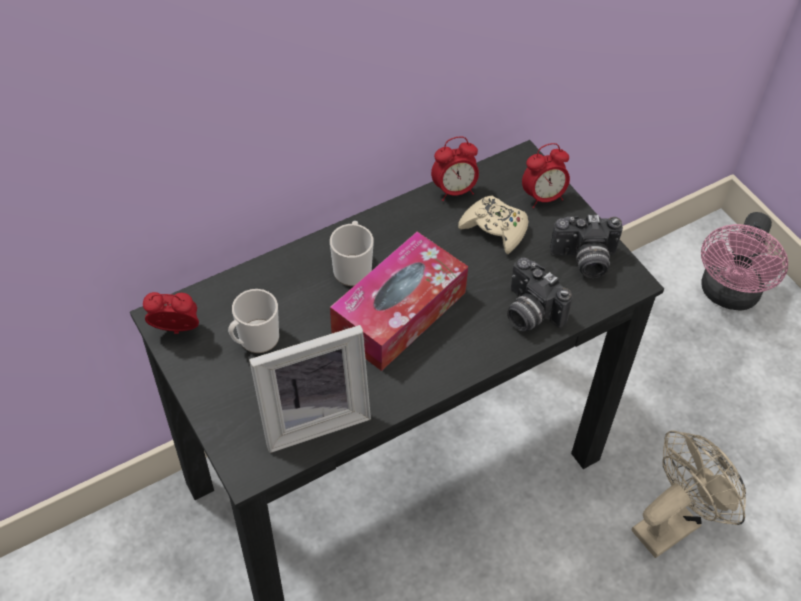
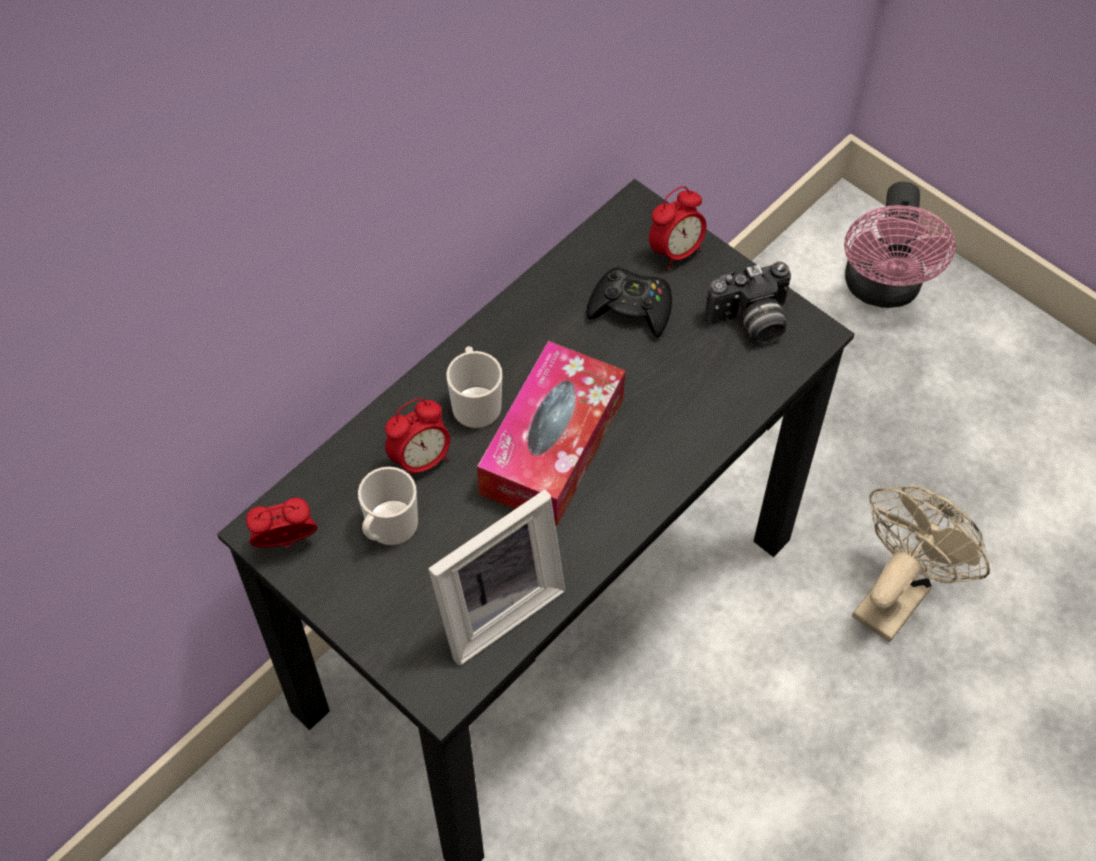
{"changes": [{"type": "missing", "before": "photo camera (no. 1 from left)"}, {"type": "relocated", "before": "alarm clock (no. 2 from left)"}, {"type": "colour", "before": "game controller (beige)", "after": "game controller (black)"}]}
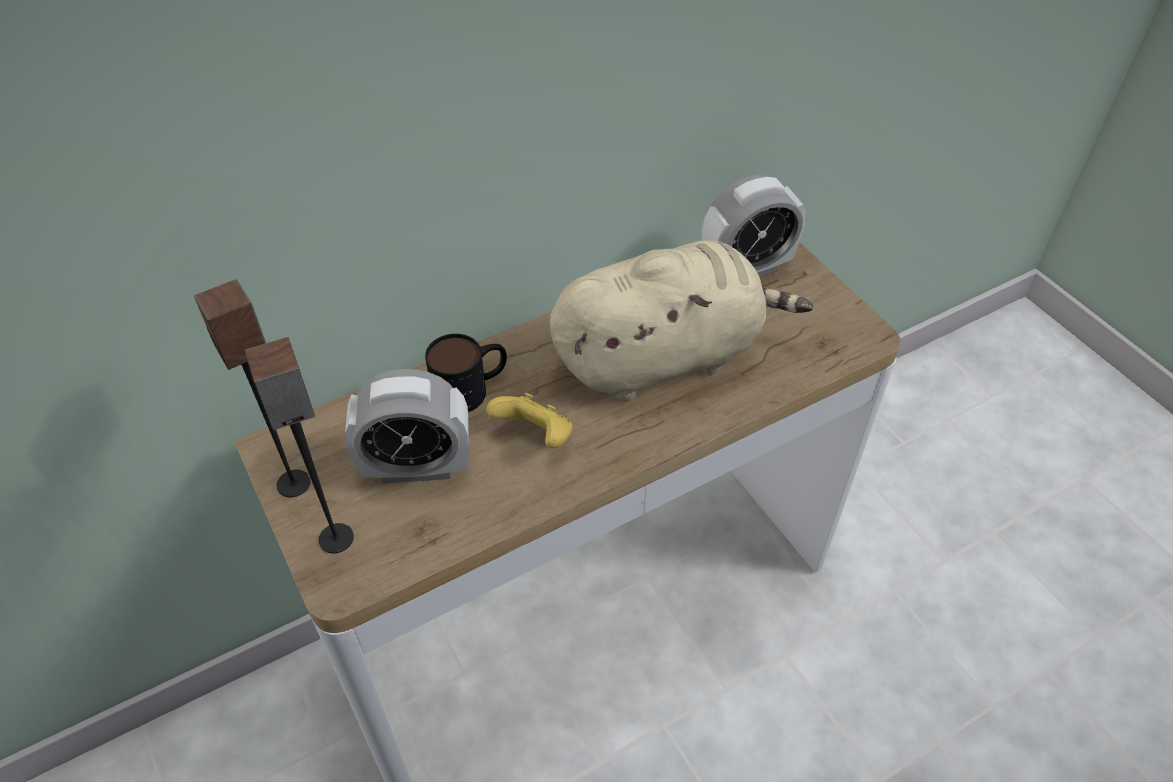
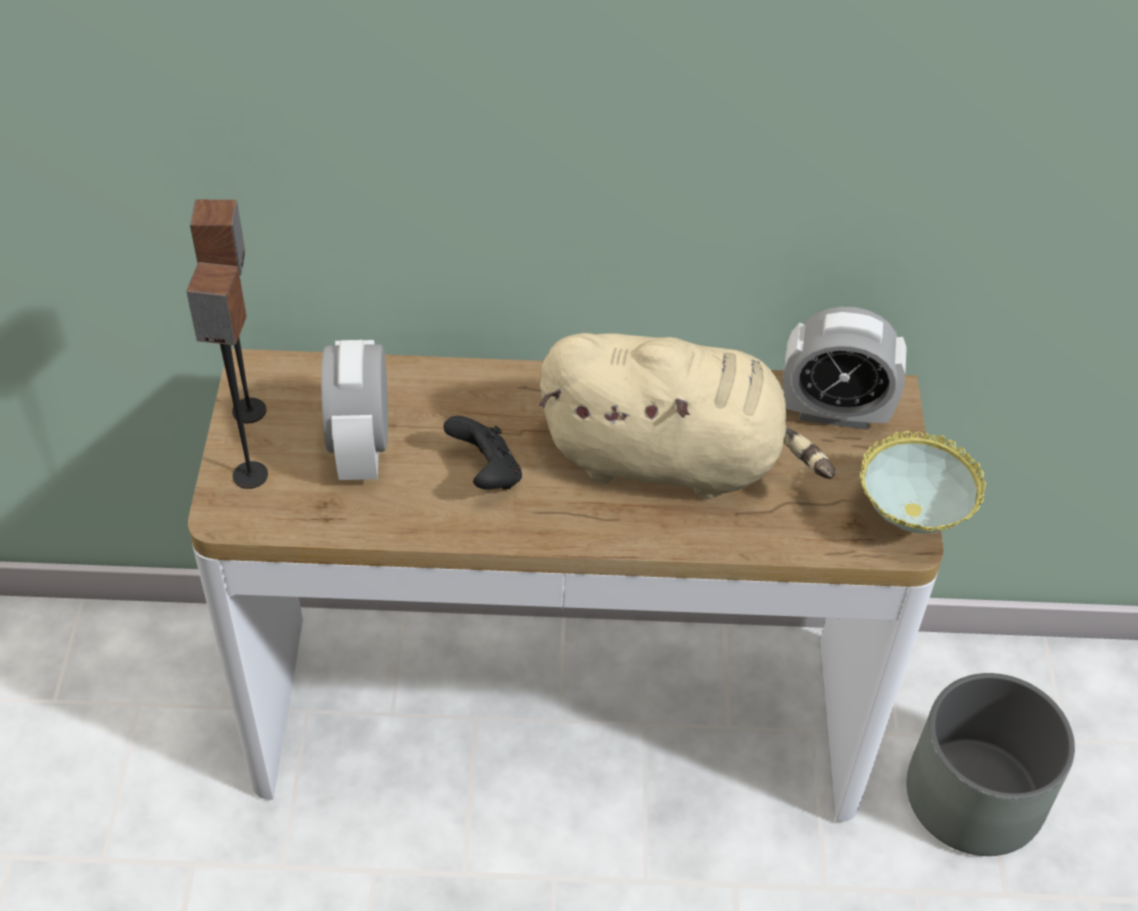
{"changes": [{"type": "missing", "before": "mug"}, {"type": "appeared", "after": "bowl"}, {"type": "appeared", "after": "planter (grey)"}, {"type": "colour", "before": "game controller (yellow)", "after": "game controller (black)"}, {"type": "spun", "before": "alarm clock (no. 1 from left)", "turn": 60}]}
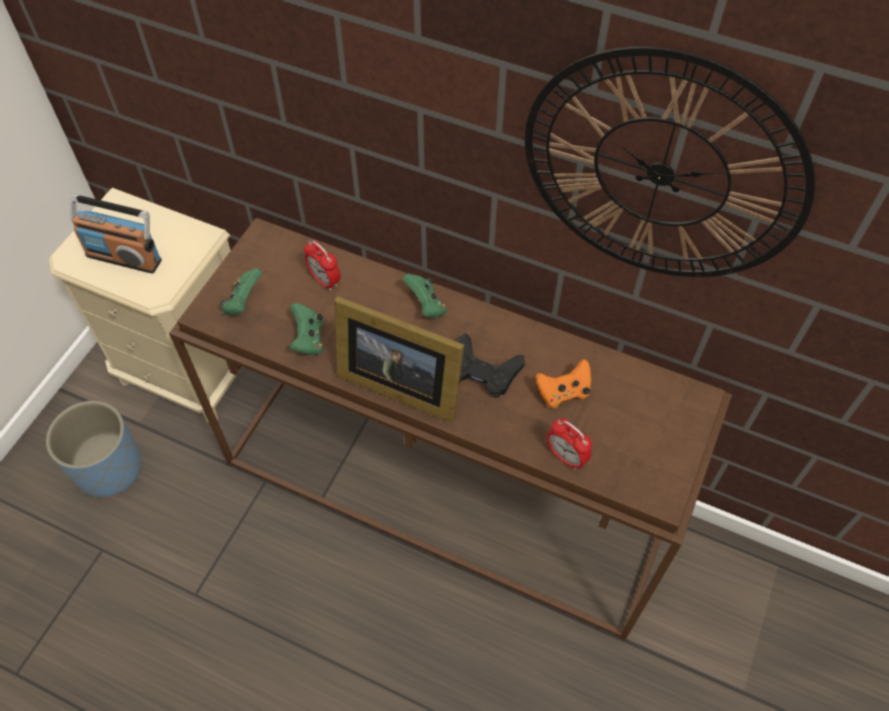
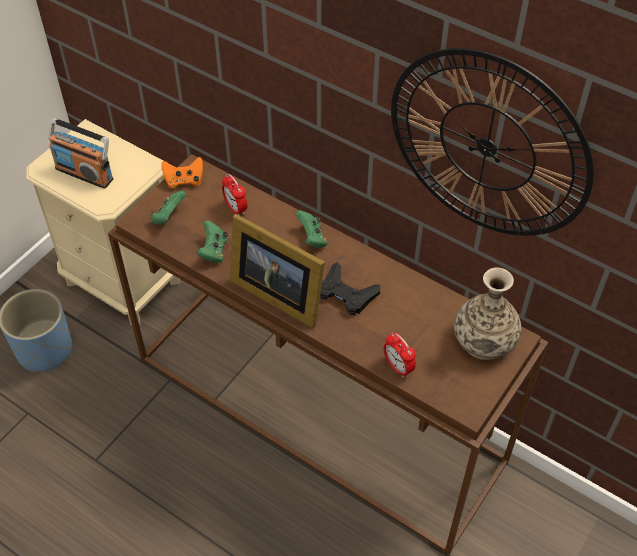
{"changes": [{"type": "appeared", "after": "vase"}, {"type": "relocated", "before": "game controller (orange)"}]}
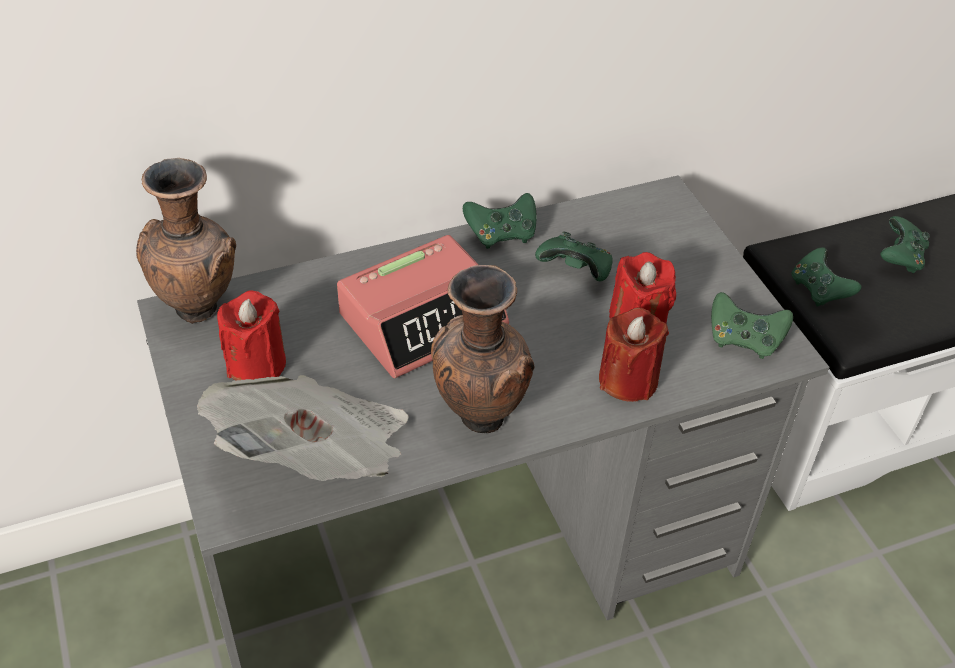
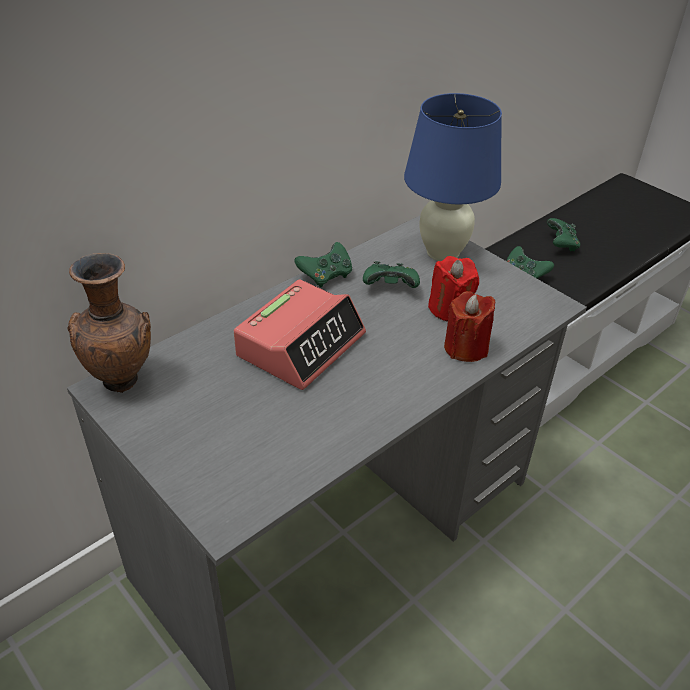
{"changes": [{"type": "missing", "before": "newspaper"}, {"type": "missing", "before": "candle (red) (no. 1 from left)"}, {"type": "missing", "before": "vase (brown) (no. 2 from left)"}, {"type": "missing", "before": "game controller (green) (no. 3 from left)"}, {"type": "appeared", "after": "table lamp (blue)"}]}
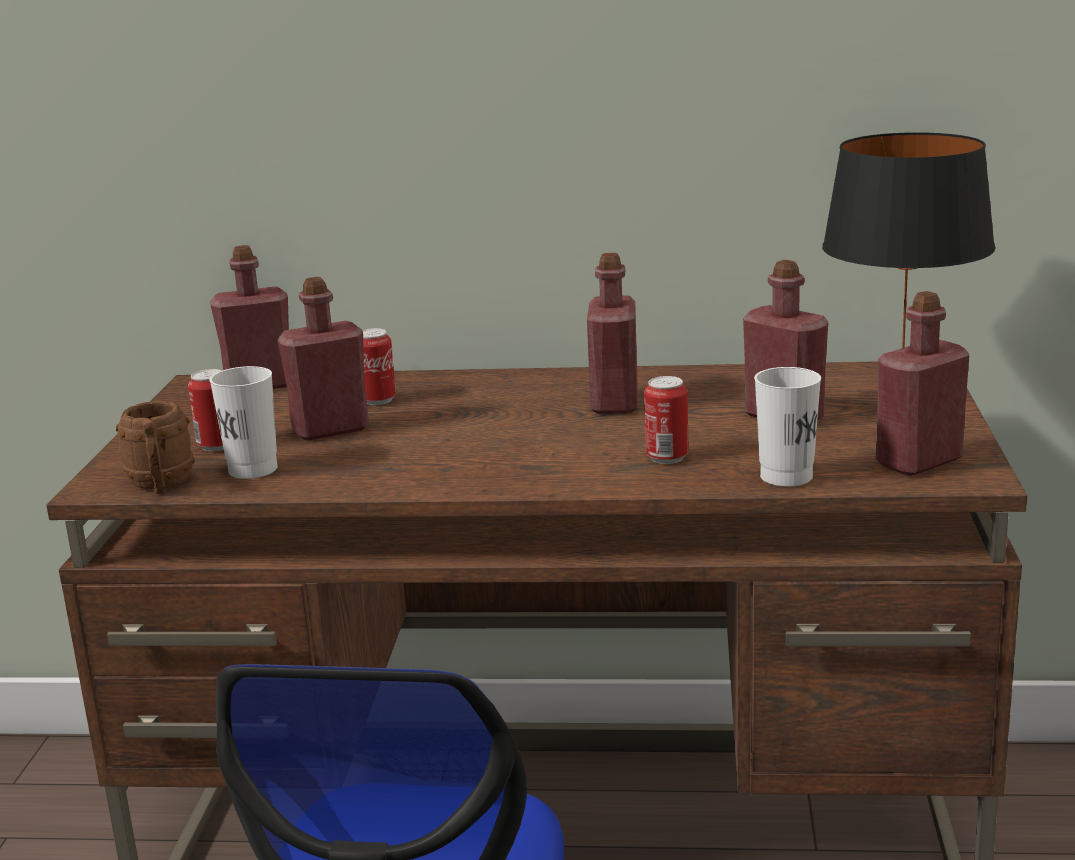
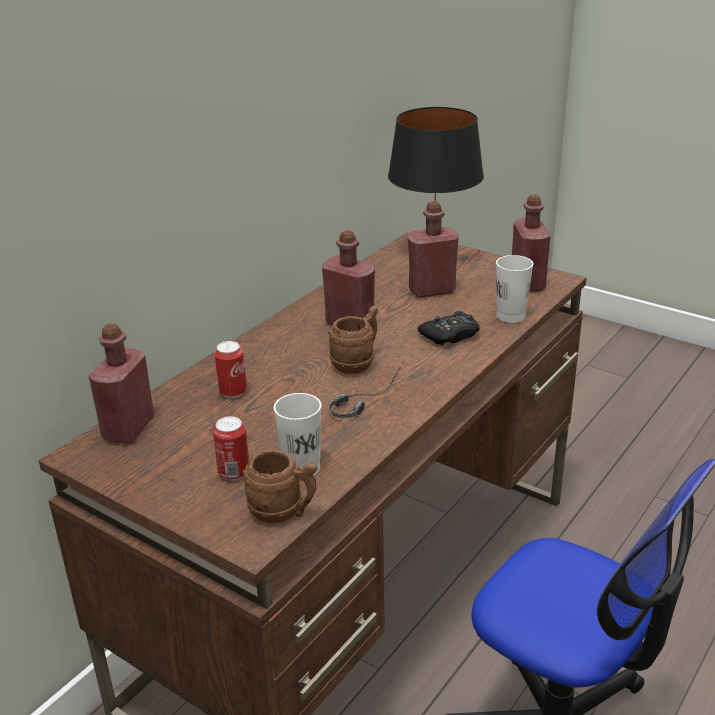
{"changes": [{"type": "missing", "before": "bottle (red) (no. 2 from left)"}, {"type": "appeared", "after": "mug (brown) (no. 2 from left)"}, {"type": "appeared", "after": "headphones"}, {"type": "exchanged", "before": "can (no. 3 from left)", "after": "game controller (black)"}]}
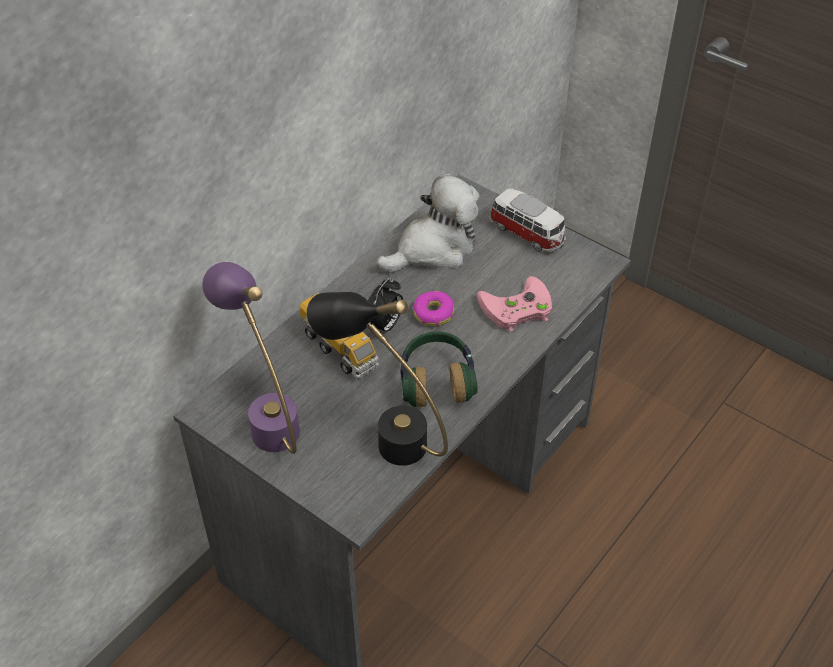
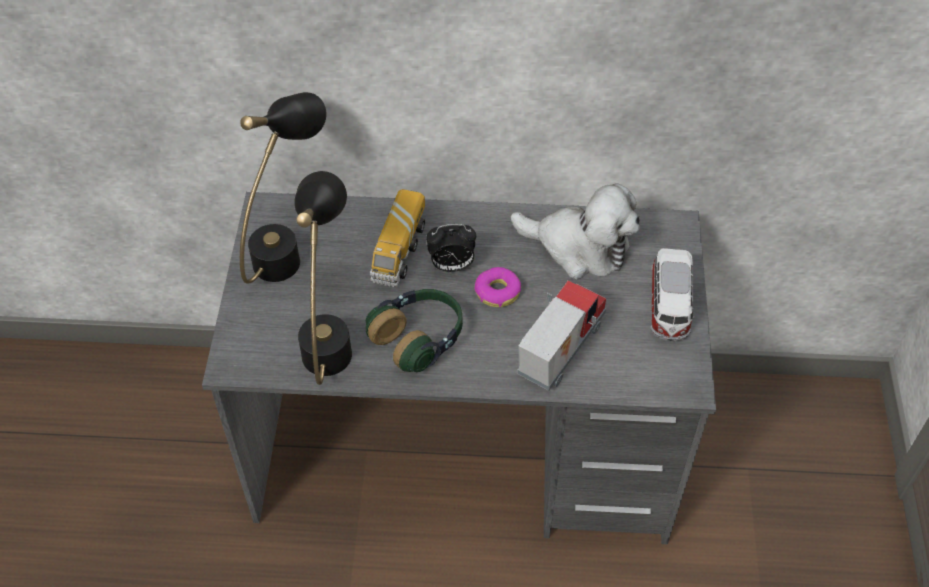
{"changes": [{"type": "exchanged", "before": "game controller (pink)", "after": "toy truck (no. 2 from left)"}, {"type": "colour", "before": "table lamp (purple)", "after": "table lamp (black) (no. 1 from left)"}]}
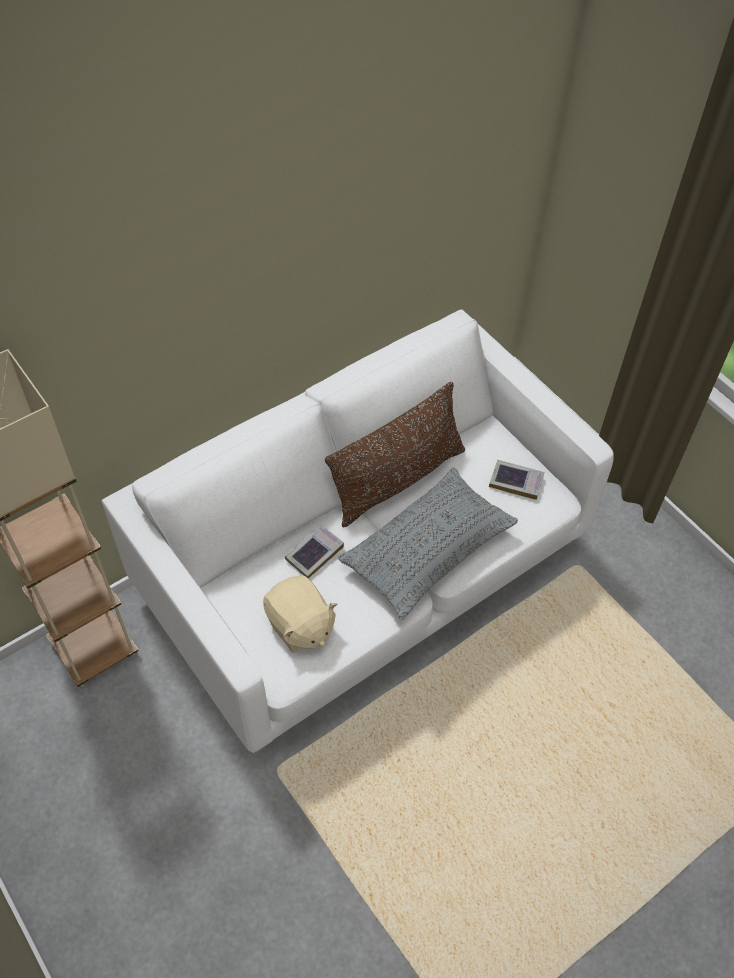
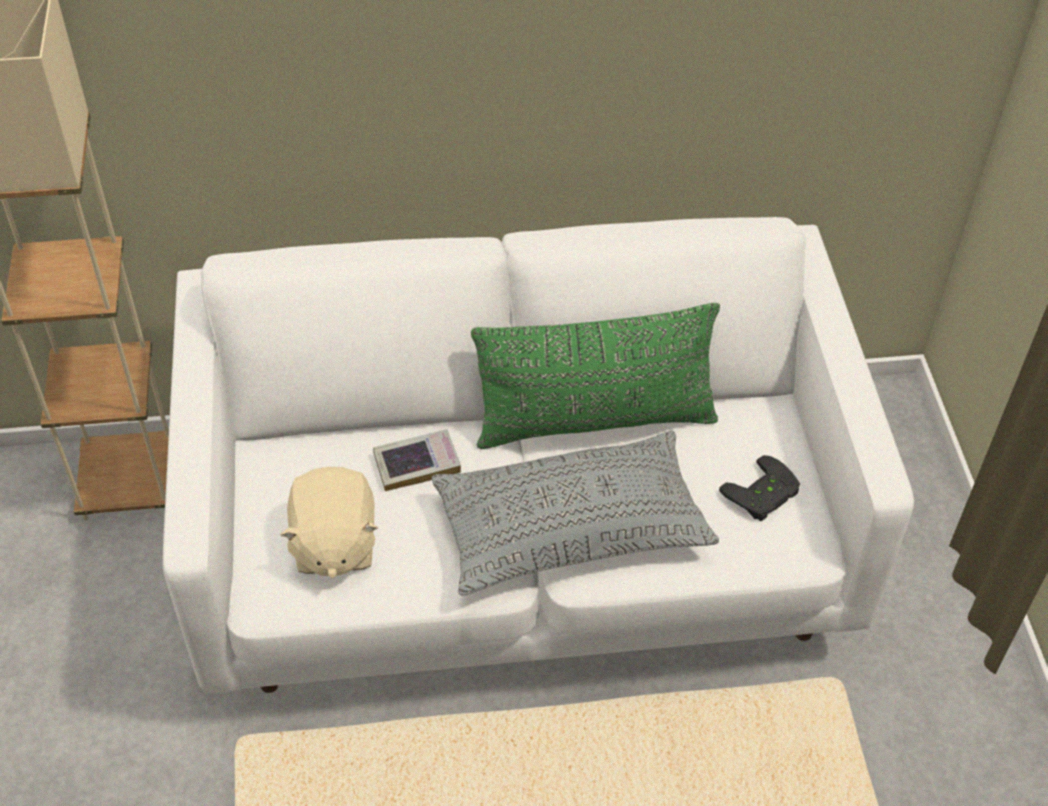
{"changes": [{"type": "exchanged", "before": "book (no. 2 from left)", "after": "game controller (black)"}, {"type": "colour", "before": "pillow (brown)", "after": "pillow (green)"}]}
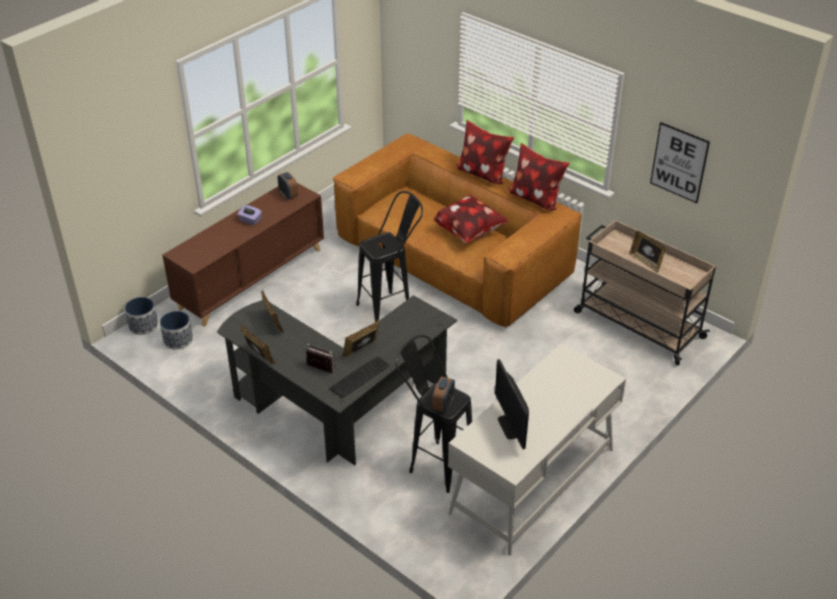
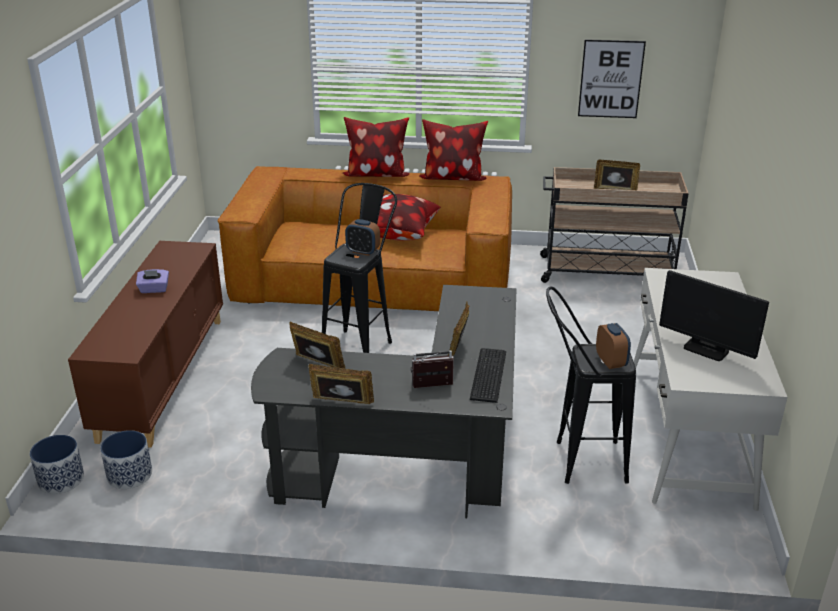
{"changes": [{"type": "relocated", "before": "alarm clock (no. 1 from left)"}]}
